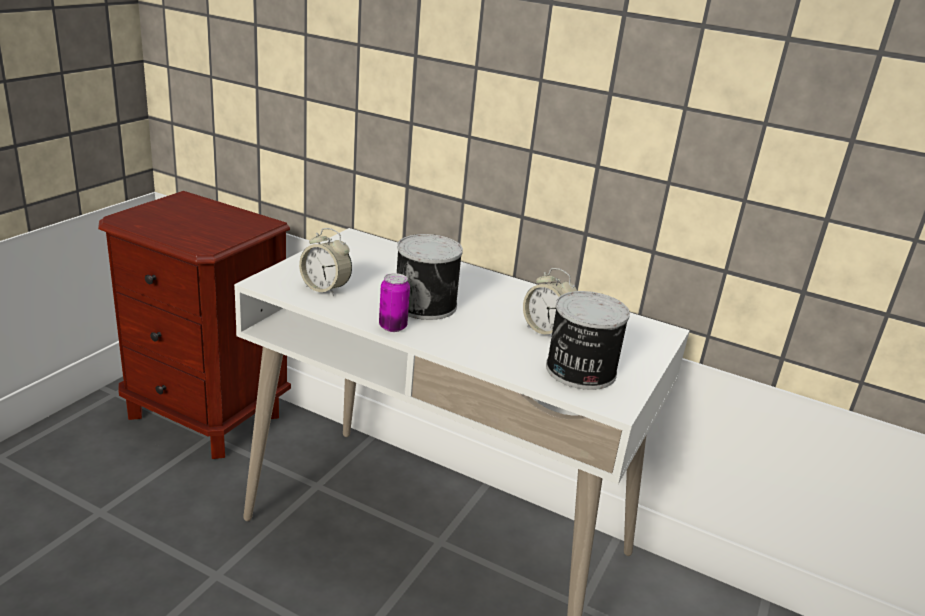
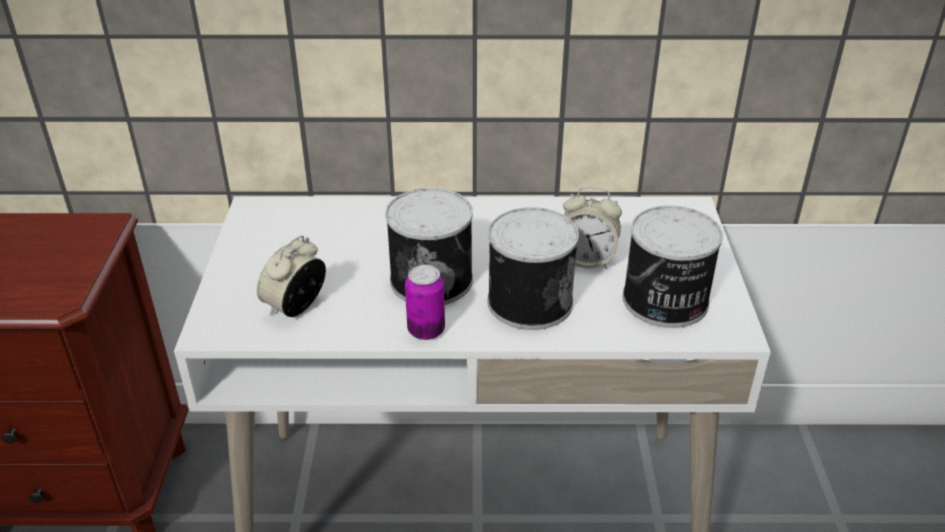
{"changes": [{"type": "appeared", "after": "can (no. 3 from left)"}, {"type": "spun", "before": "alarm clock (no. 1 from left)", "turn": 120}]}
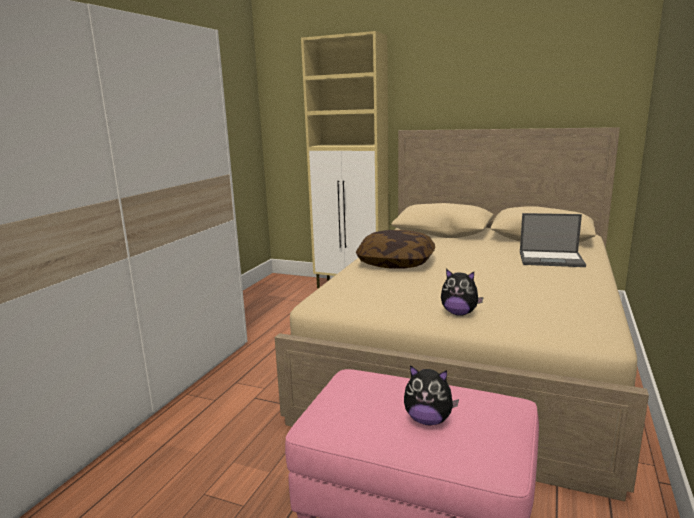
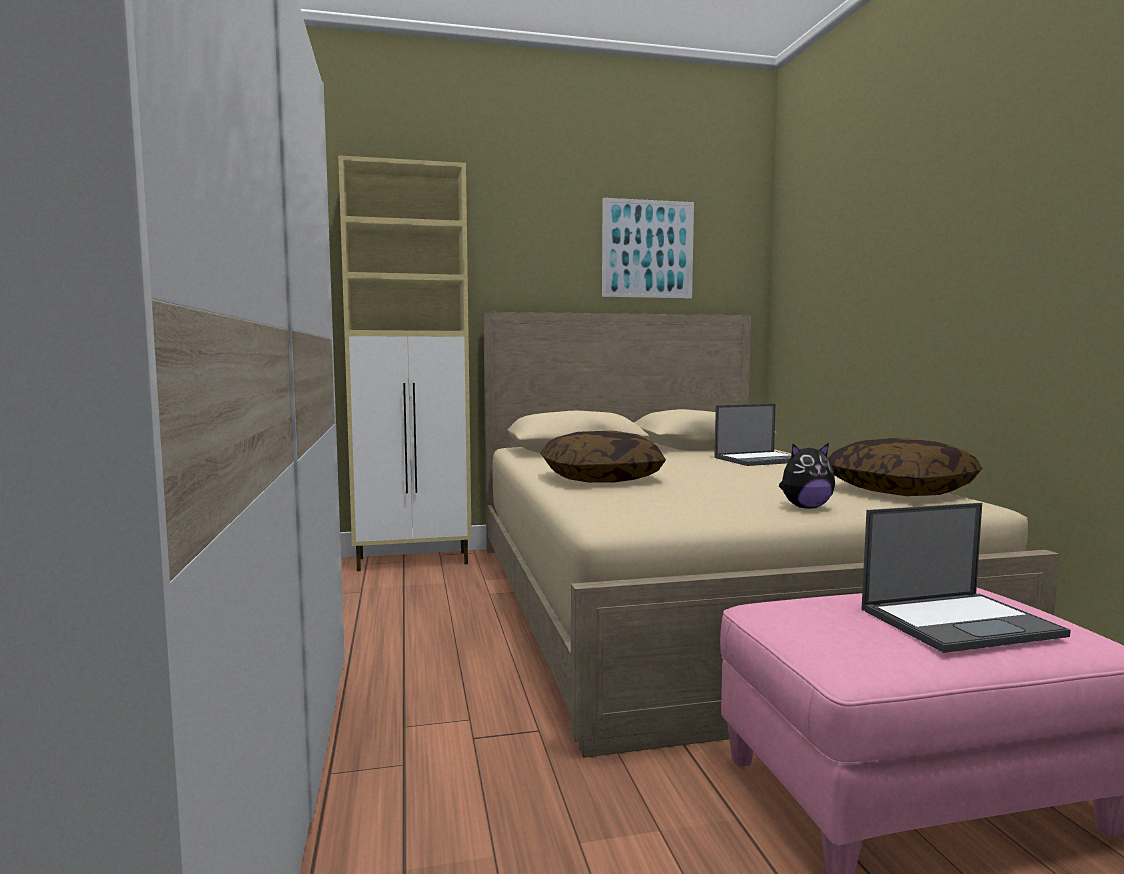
{"changes": [{"type": "appeared", "after": "picture"}, {"type": "appeared", "after": "pillow (no. 2 from left)"}, {"type": "exchanged", "before": "plush toy (no. 1 from left)", "after": "laptop (no. 2 from left)"}]}
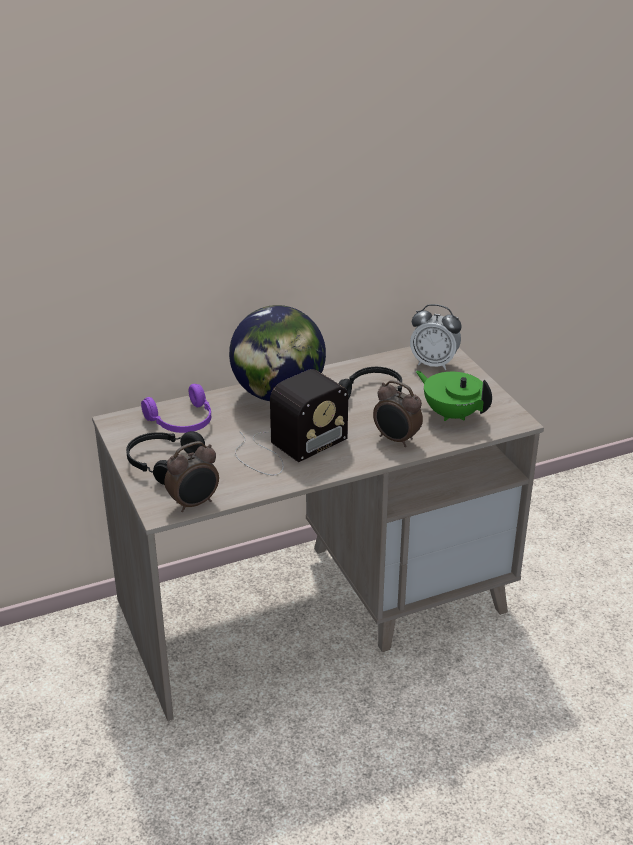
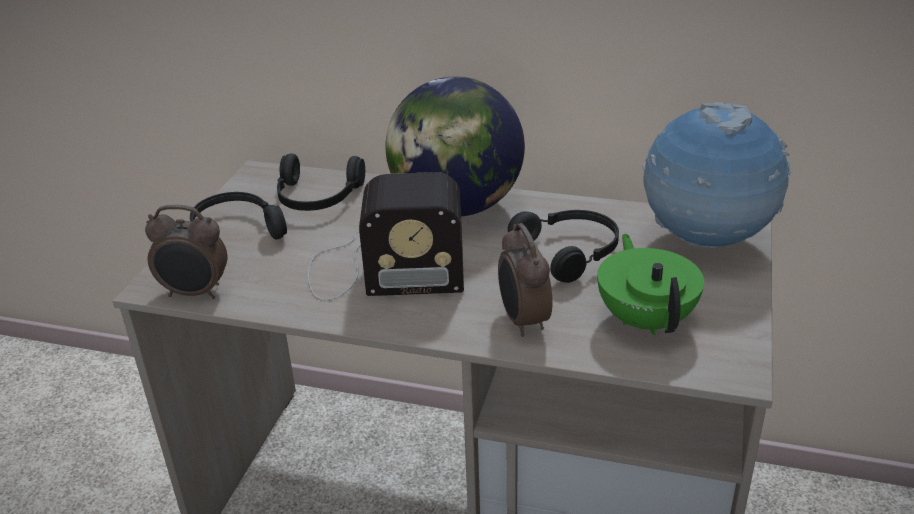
{"changes": [{"type": "exchanged", "before": "alarm clock (no. 3 from left)", "after": "globe (no. 2 from left)"}, {"type": "colour", "before": "headphones (purple)", "after": "headphones (black) (no. 2 from left)"}]}
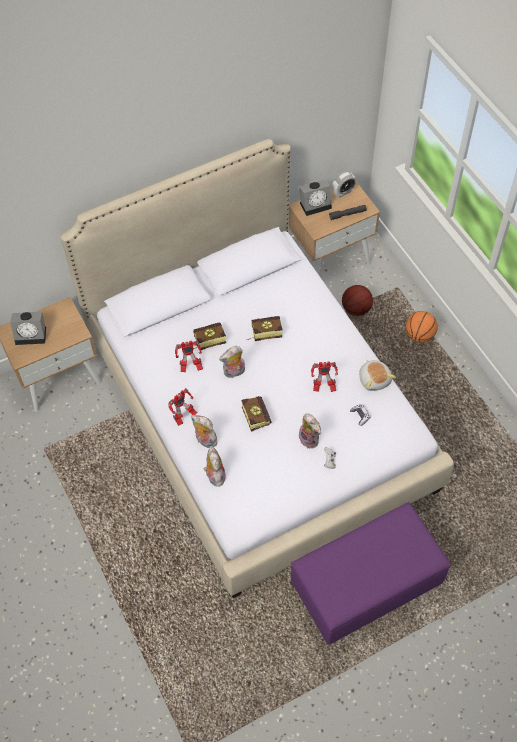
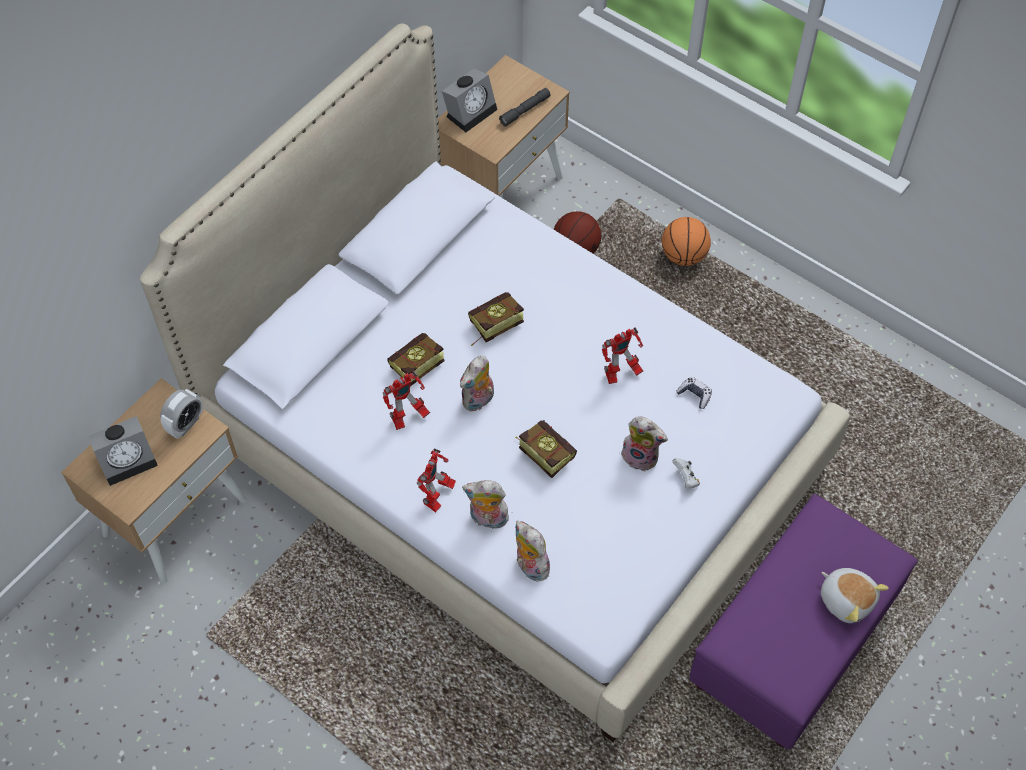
{"changes": [{"type": "relocated", "before": "alarm clock (no. 3 from left in the first image)", "after": "alarm clock (no. 2 from left)"}, {"type": "relocated", "before": "plush toy (no. 5 from left)"}]}
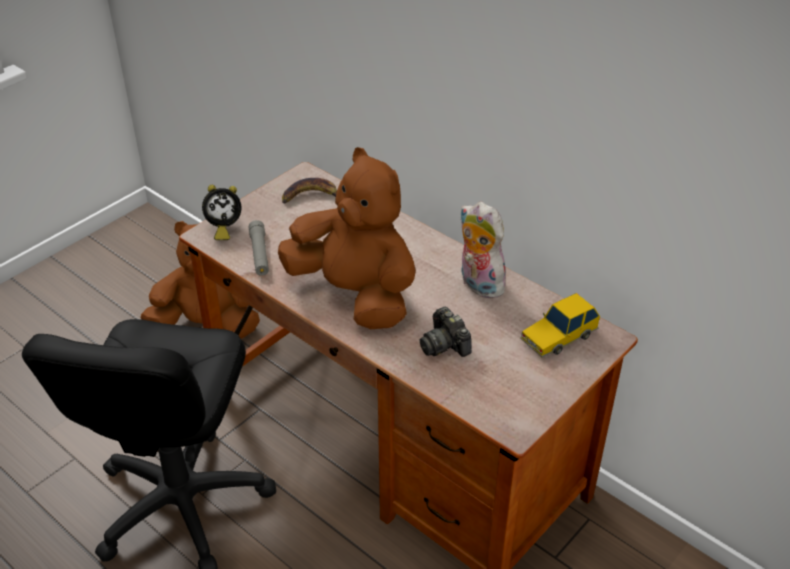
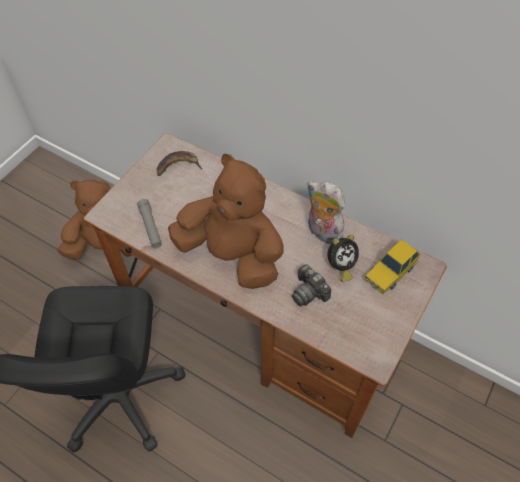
{"changes": [{"type": "relocated", "before": "alarm clock"}]}
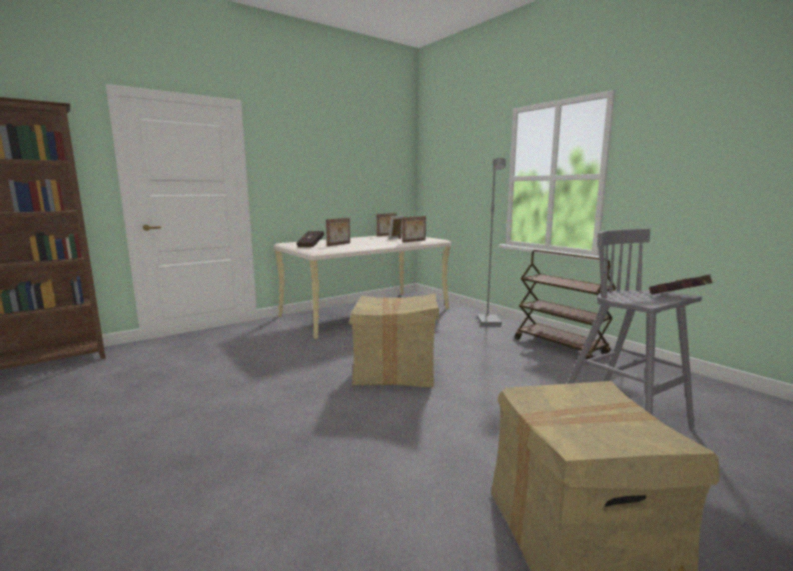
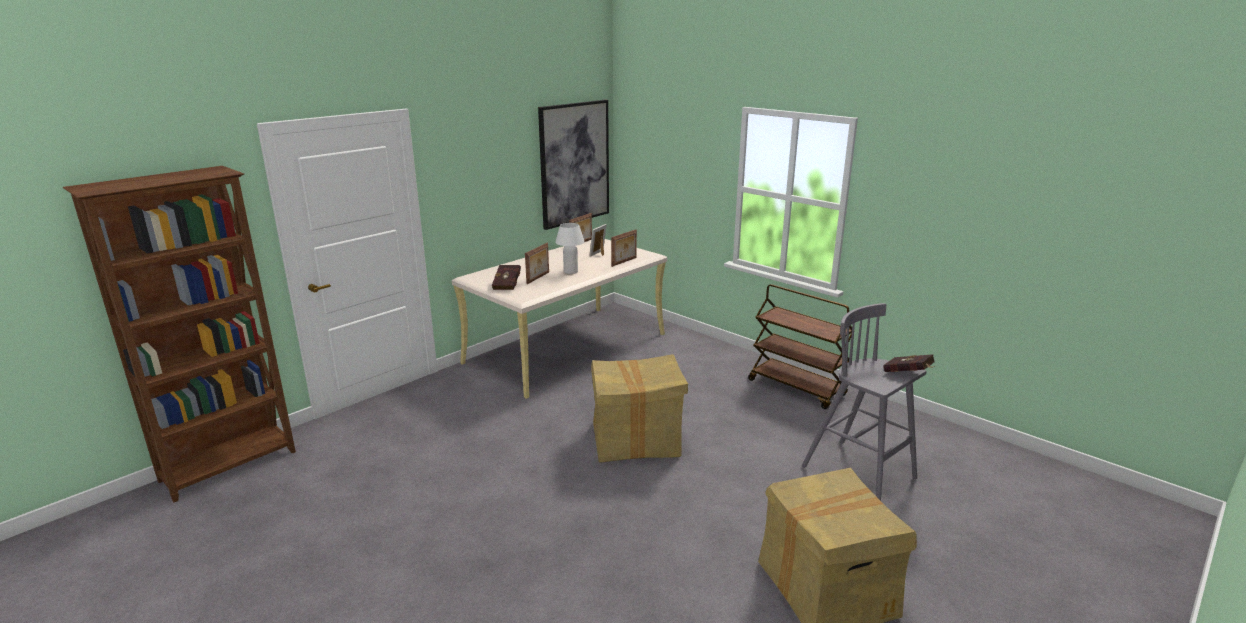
{"changes": [{"type": "missing", "before": "floor lamp (grey)"}, {"type": "appeared", "after": "picture"}, {"type": "appeared", "after": "table lamp (white)"}]}
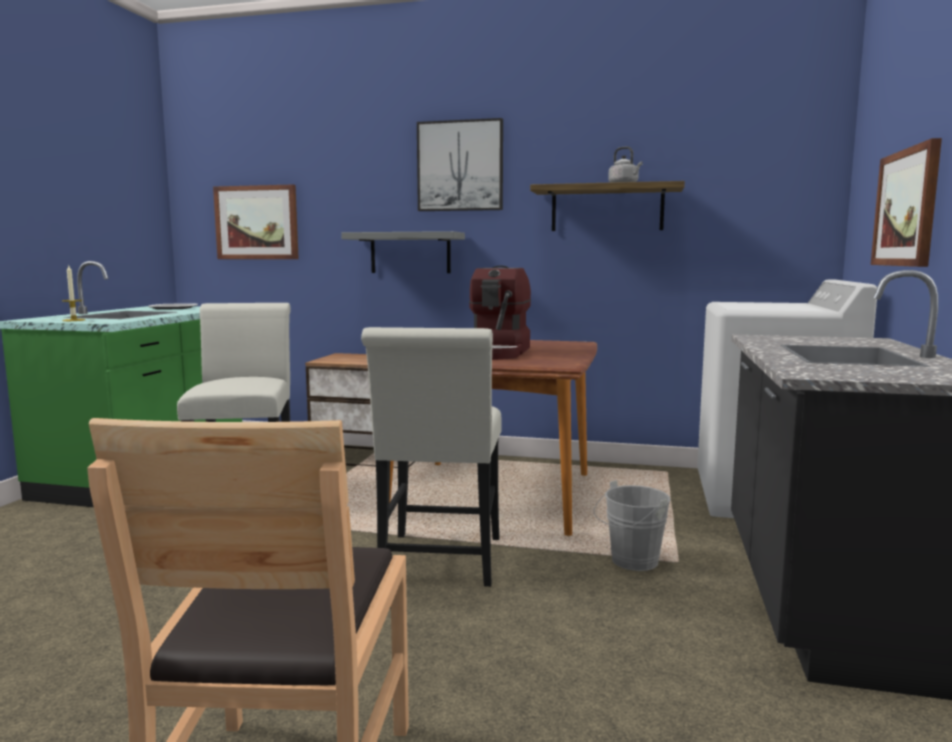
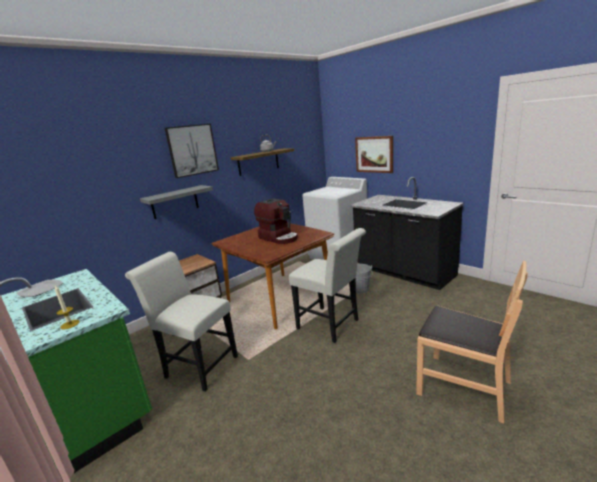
{"changes": [{"type": "missing", "before": "picture (no. 1 from left)"}]}
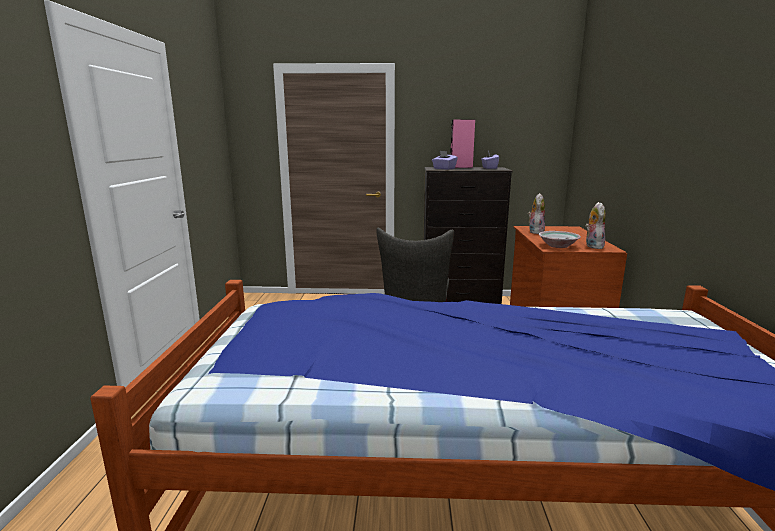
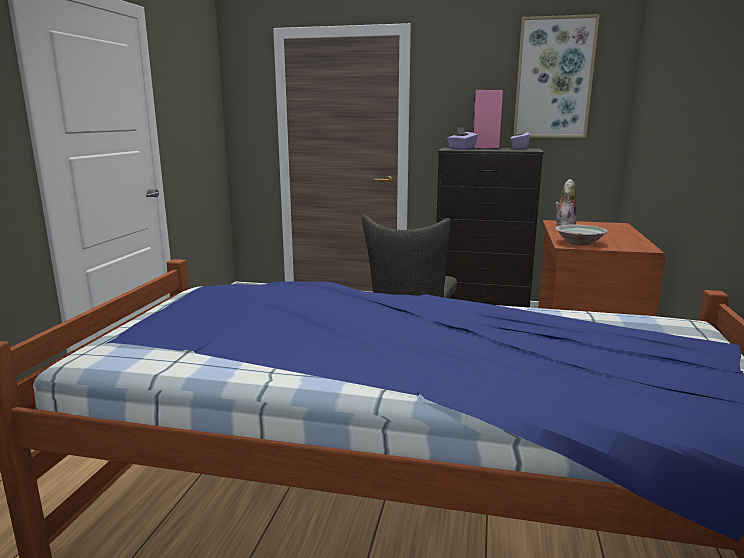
{"changes": [{"type": "missing", "before": "plush toy (no. 2 from left)"}, {"type": "appeared", "after": "picture"}]}
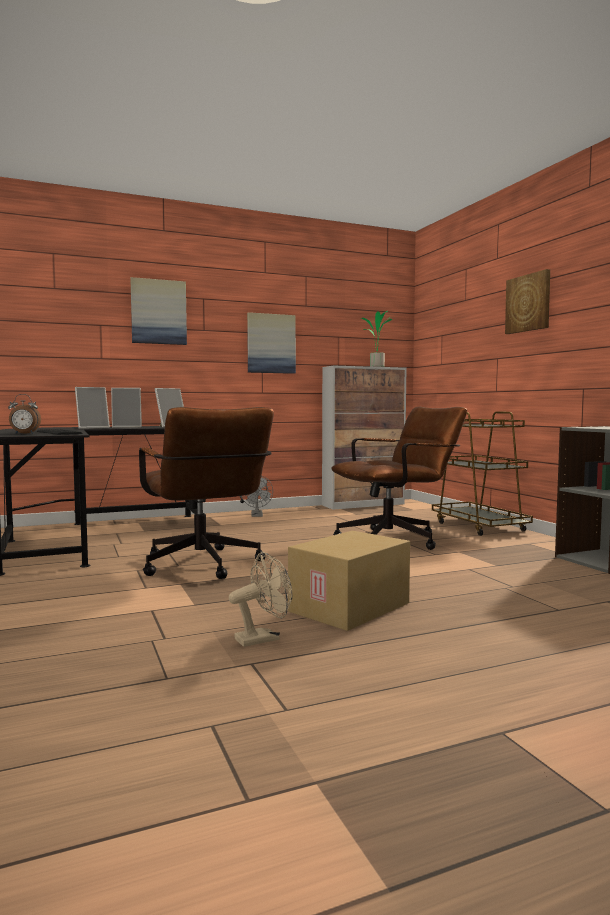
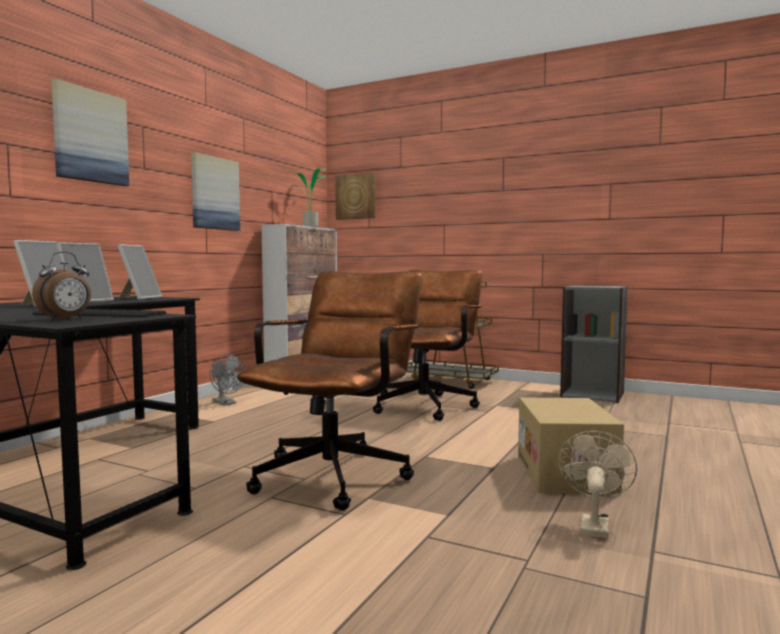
{"changes": [{"type": "relocated", "before": "picture (no. 3 from left)"}, {"type": "spun", "before": "office chair (brown) (no. 1 from left)", "turn": -90}]}
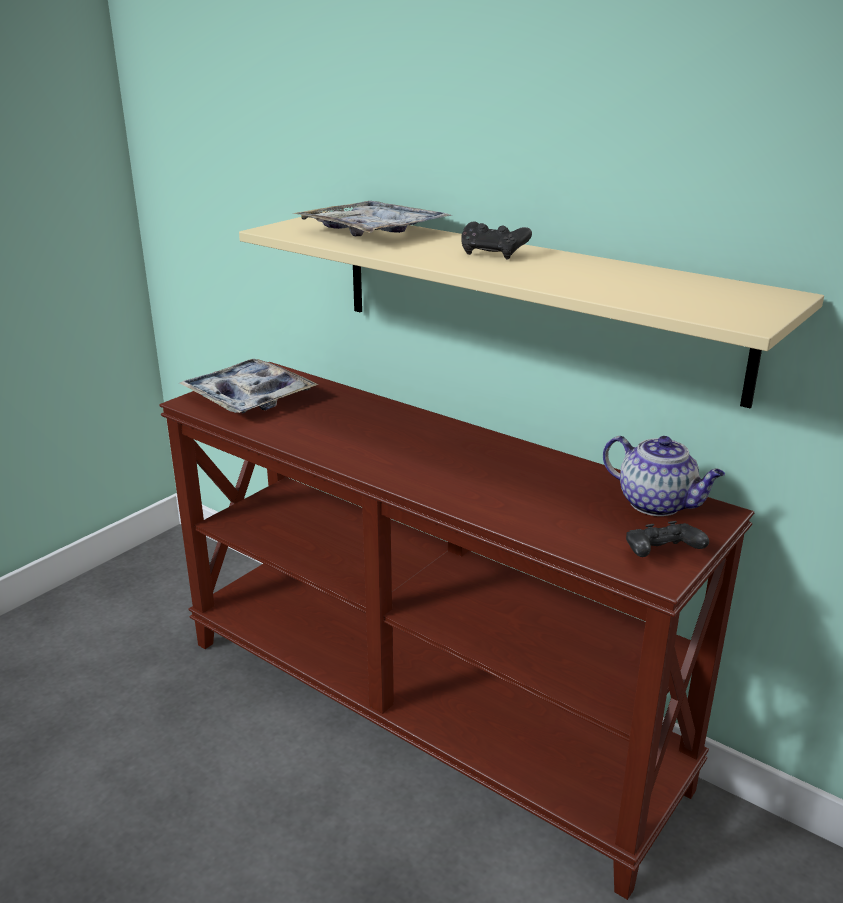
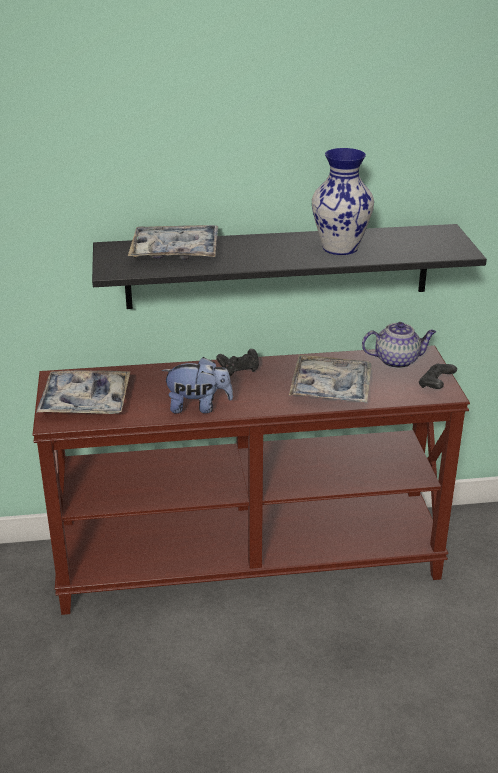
{"changes": [{"type": "appeared", "after": "plush toy"}, {"type": "appeared", "after": "tray (no. 3 from left)"}, {"type": "appeared", "after": "vase"}, {"type": "relocated", "before": "game controller (black) (no. 1 from left)"}, {"type": "colour", "before": "shelf (beige)", "after": "shelf (black)"}]}
